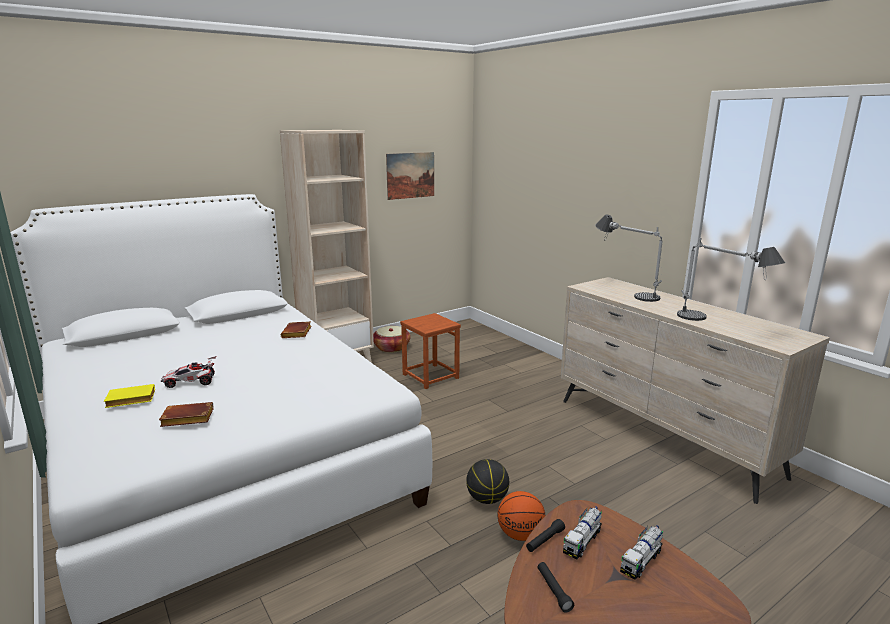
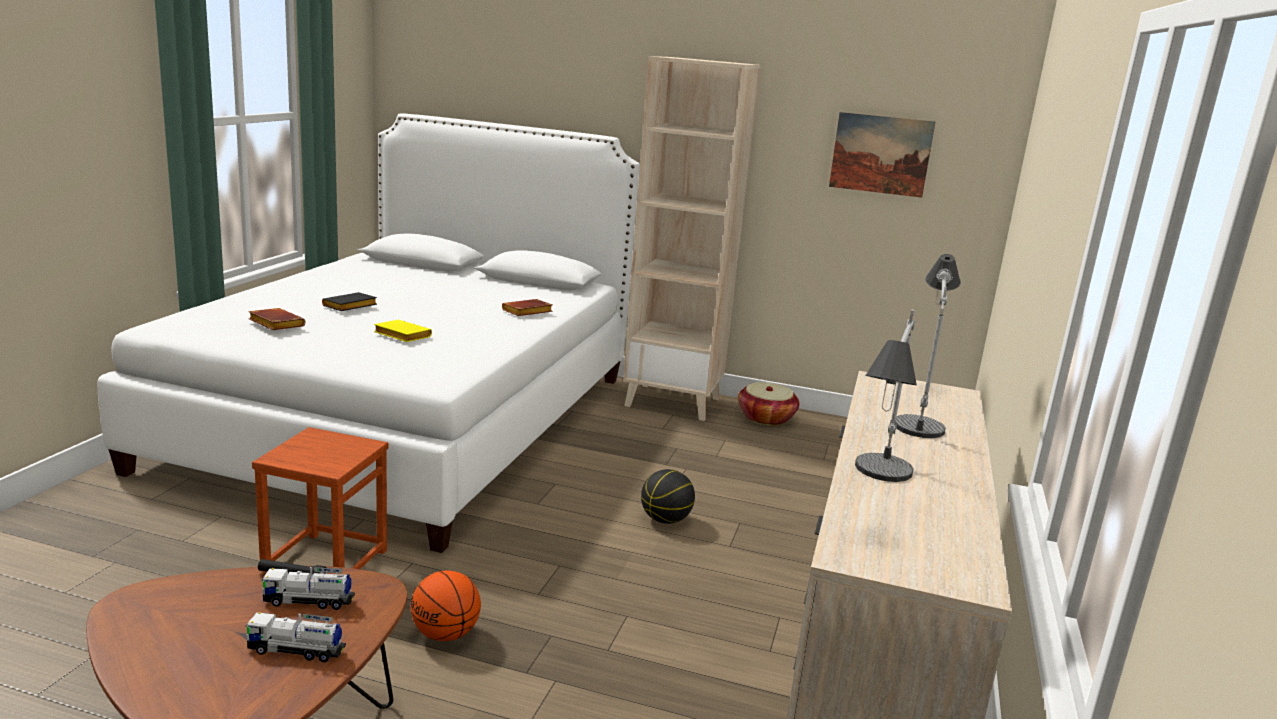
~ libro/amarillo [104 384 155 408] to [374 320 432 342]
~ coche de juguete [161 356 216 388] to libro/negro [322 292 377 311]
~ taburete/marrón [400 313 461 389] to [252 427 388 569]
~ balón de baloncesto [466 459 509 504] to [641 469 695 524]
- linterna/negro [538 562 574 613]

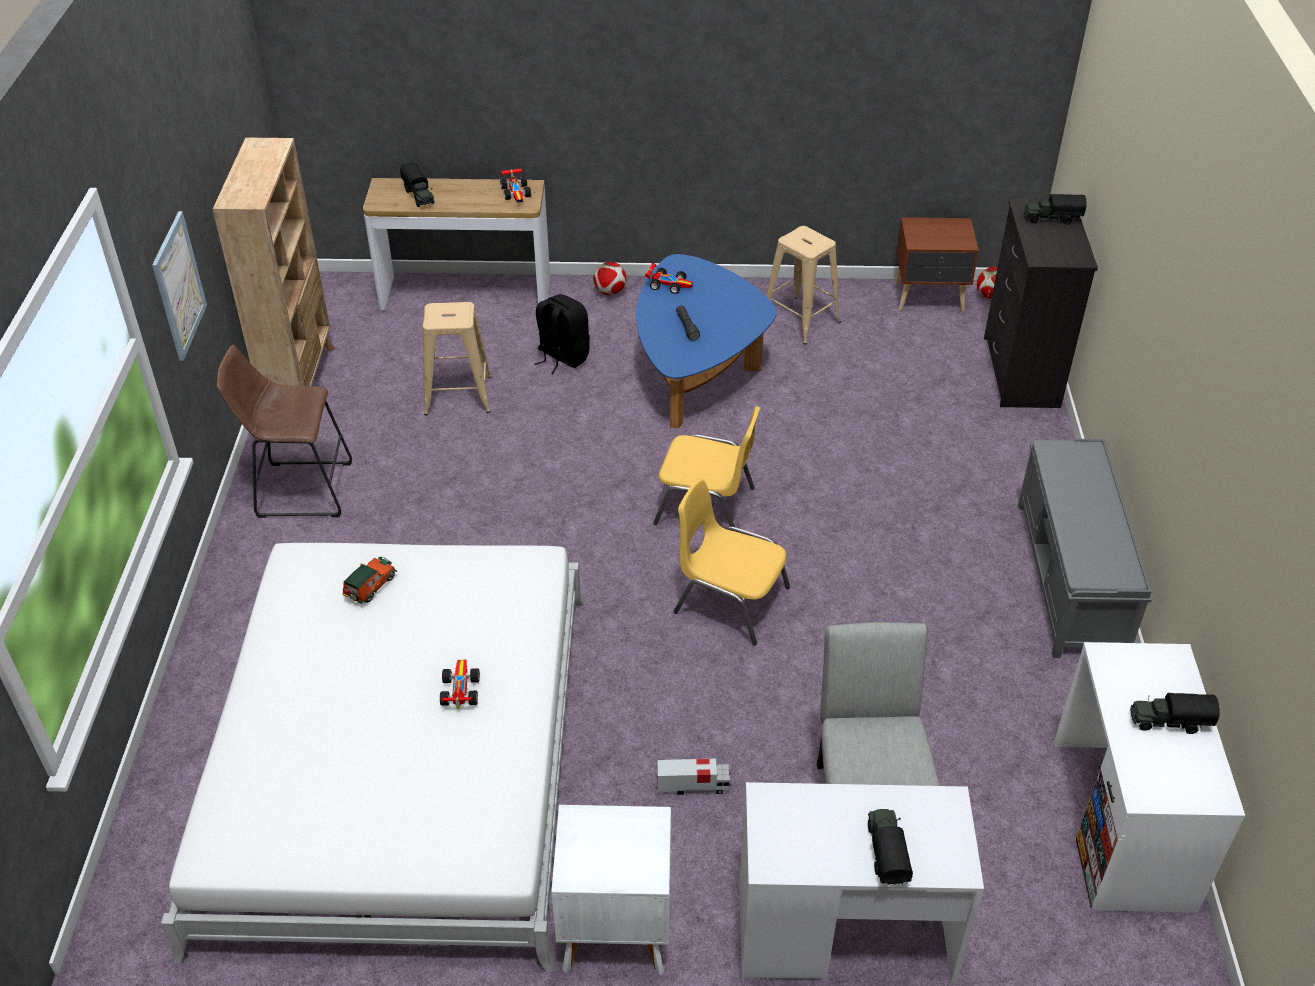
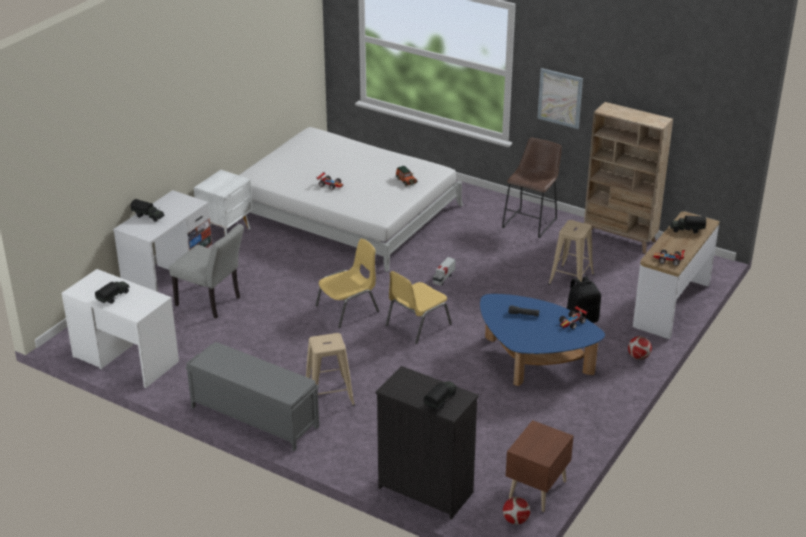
~ camión de juguete [657 759 732 795] to [433 257 456 286]
~ taburete/beis [767 226 841 345] to [306 333 355 406]

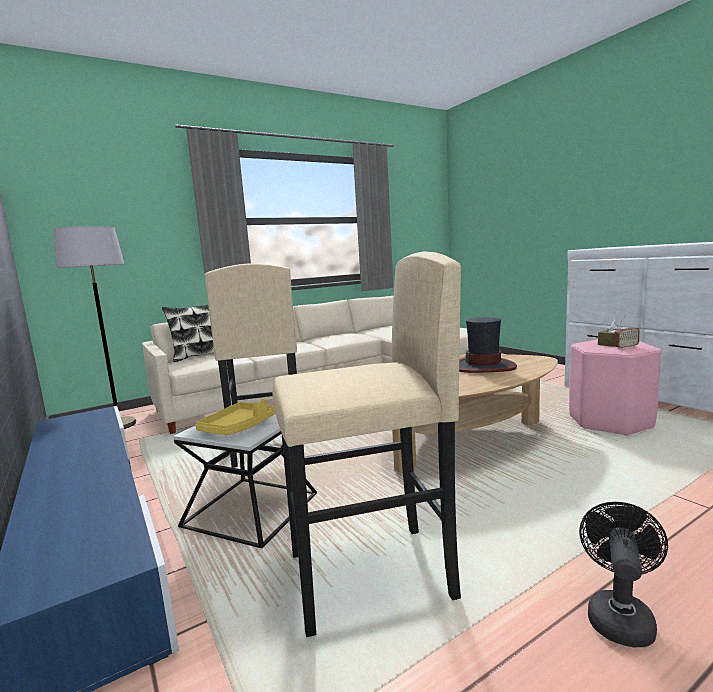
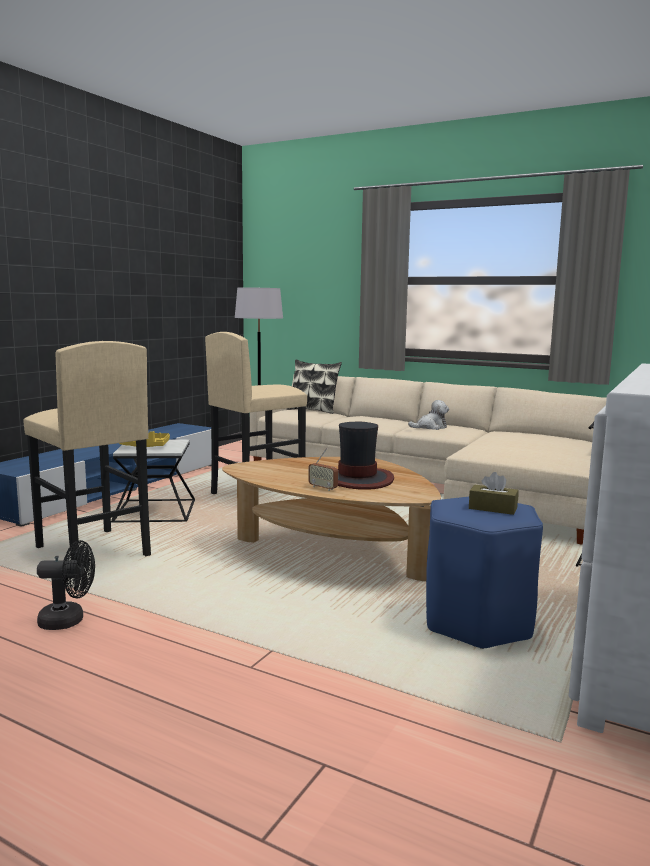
~ taburete/rosa [569 339 661 435] to taburete/azul [426 497 543 649]
~ radio [614 314 640 349] to [308 448 338 491]
+ peluche [408 400 449 430]

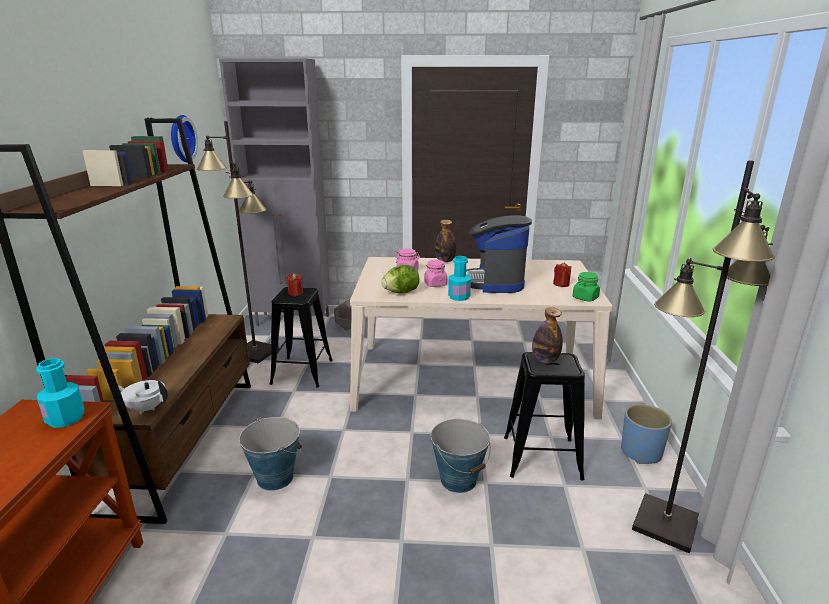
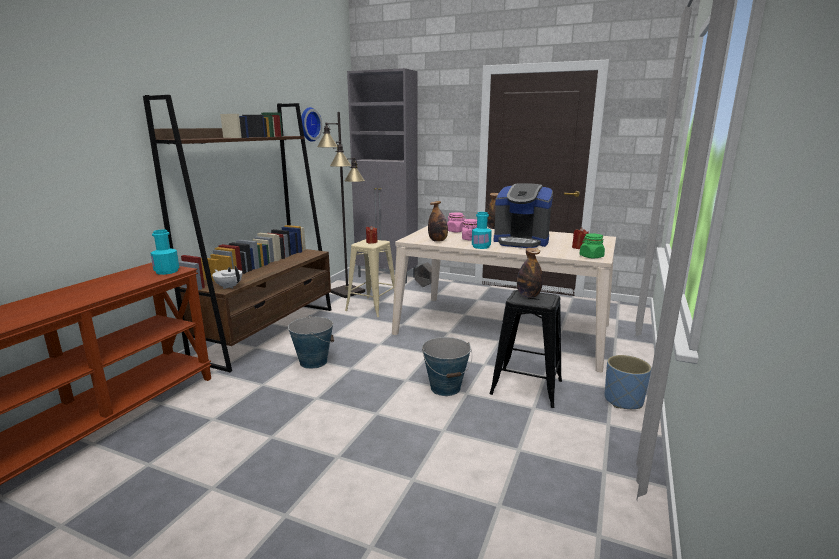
~ taburete/negro [270 287 333 388] to taburete/beis [345 239 395 317]
~ lechuga [381 265 420 293] to botella [428 201 448 242]
~ cafetera [466 215 532 293] = [494 183 553 248] 90 degrees counterclockwise
- lámpara de pie/negro [632 160 775 554]

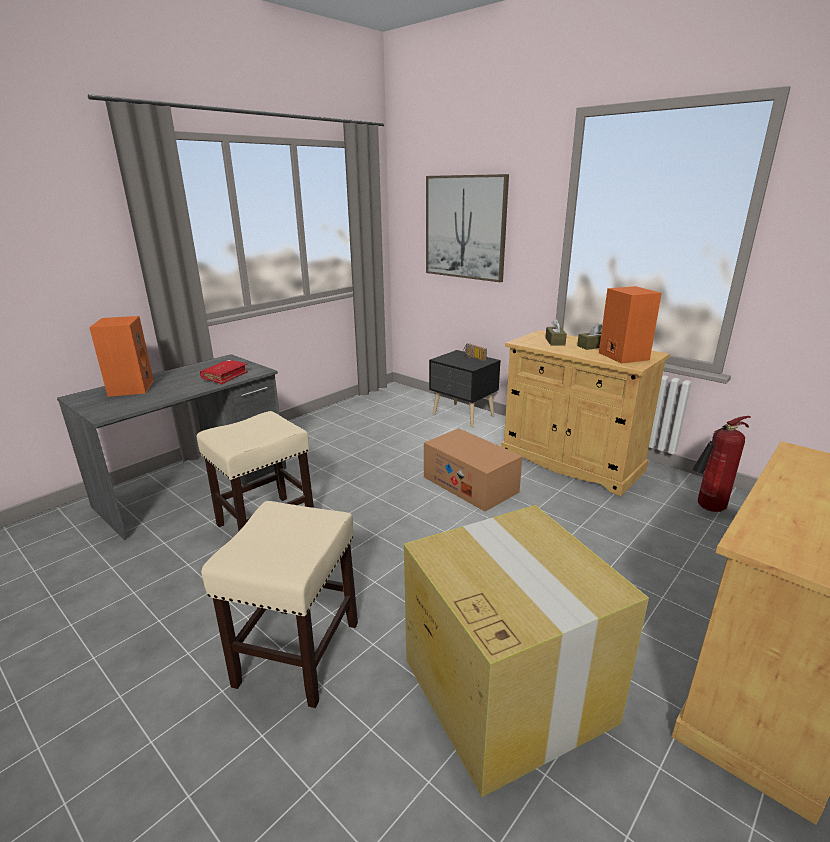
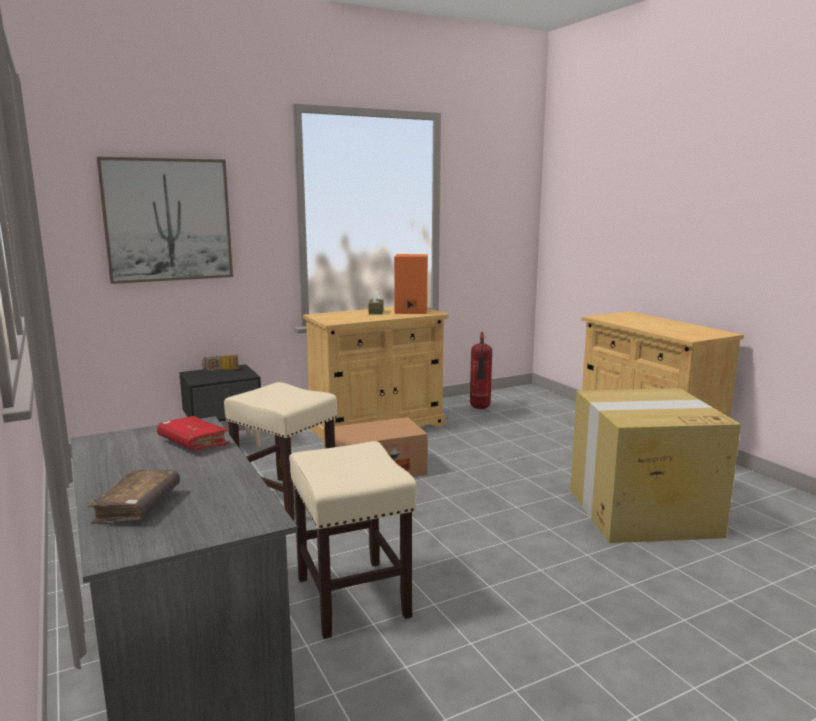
~ altavoz/naranja [89 316 154 397] to libro/marrón [87 470 180 524]
~ taburete/beis [201 501 358 708] to [224 382 337 521]
- caja de pañuelos/marrón [545 319 567 346]

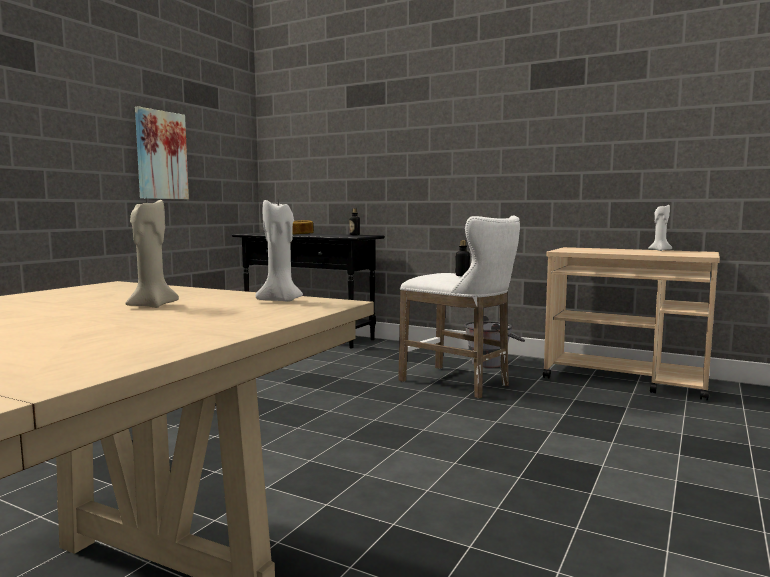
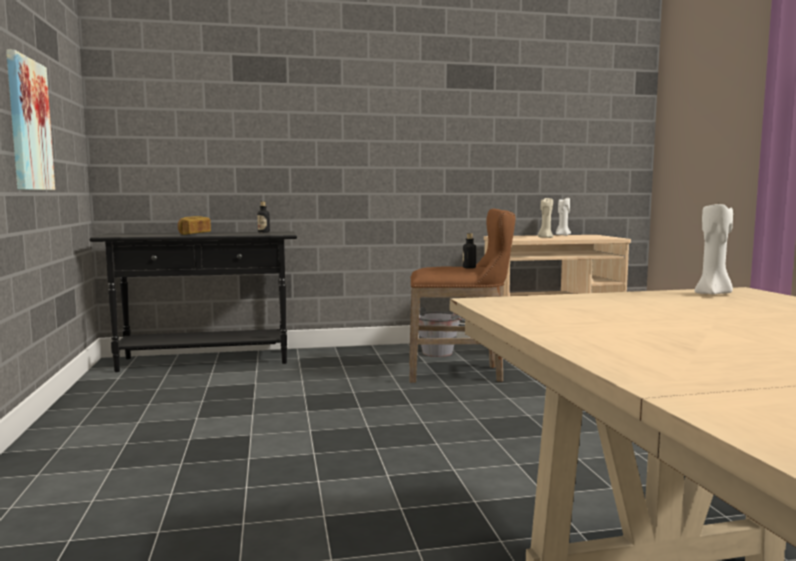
~ vela/beis [126 199 179 308] to [538 198 553 238]
~ taburete/blanco [398 216 520 399] to taburete/marrón [409 209 516 383]

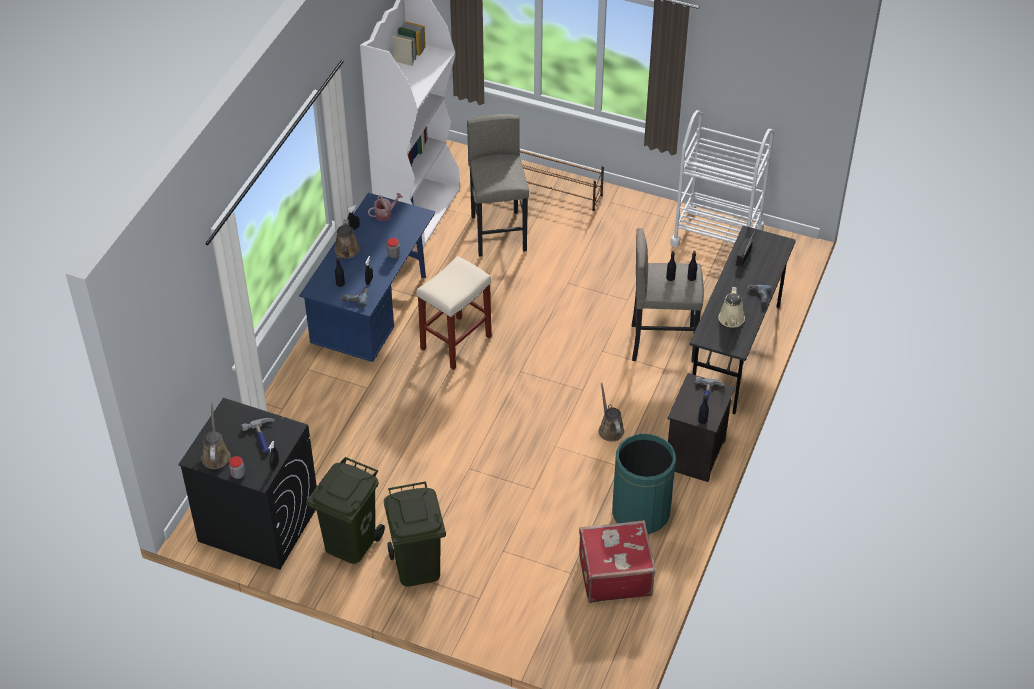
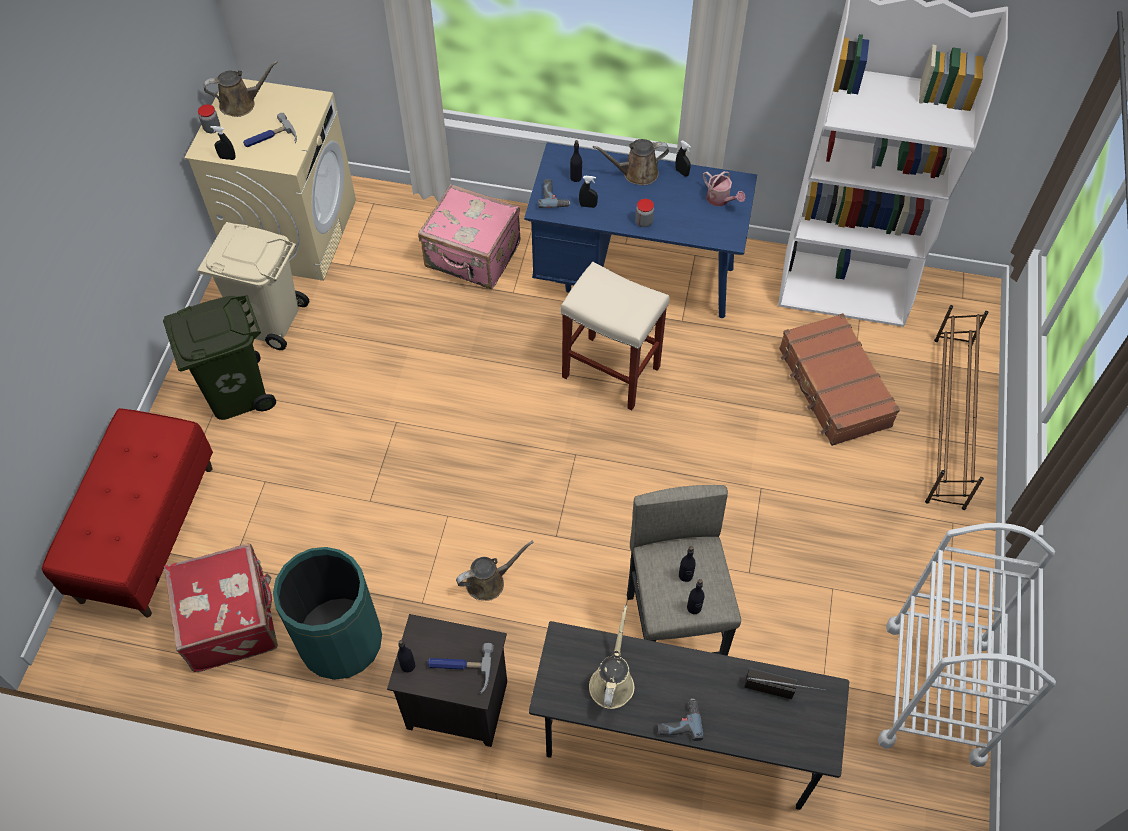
~ lavadora/negro [178 398 317 570] to lavadora/beis [185 79 356 281]
~ papelera/verde [306 457 385 564] to papelera/beis [198 222 309 350]
~ taburete/gris [467 114 529 257] to maleta/marrón [779 313 900 446]
~ regadera/beis [718 287 745 328] = [589 605 634 709] 105 degrees clockwise
+ banco/rojo [42 408 213 617]
+ maleta/rosa [418 184 520 289]

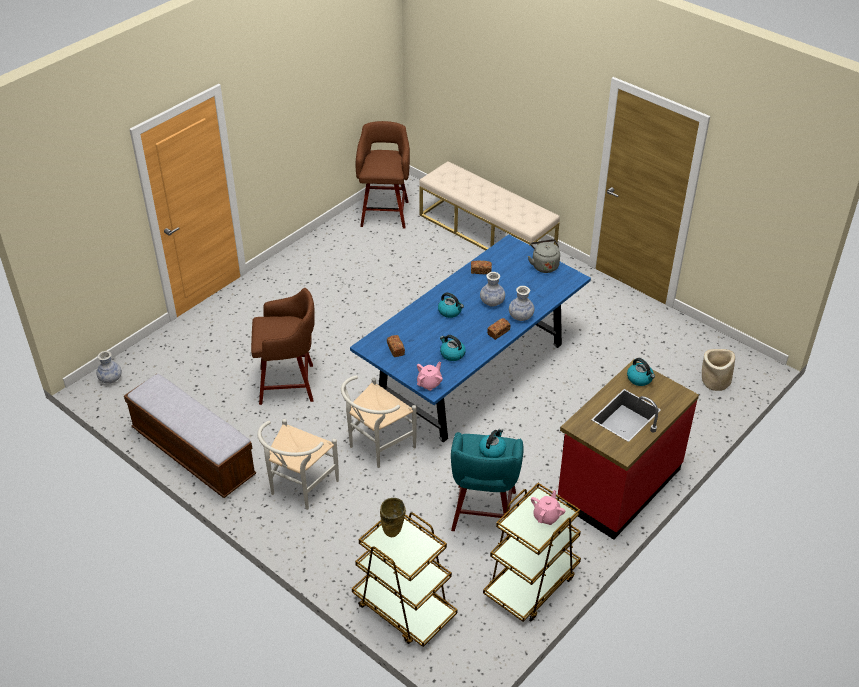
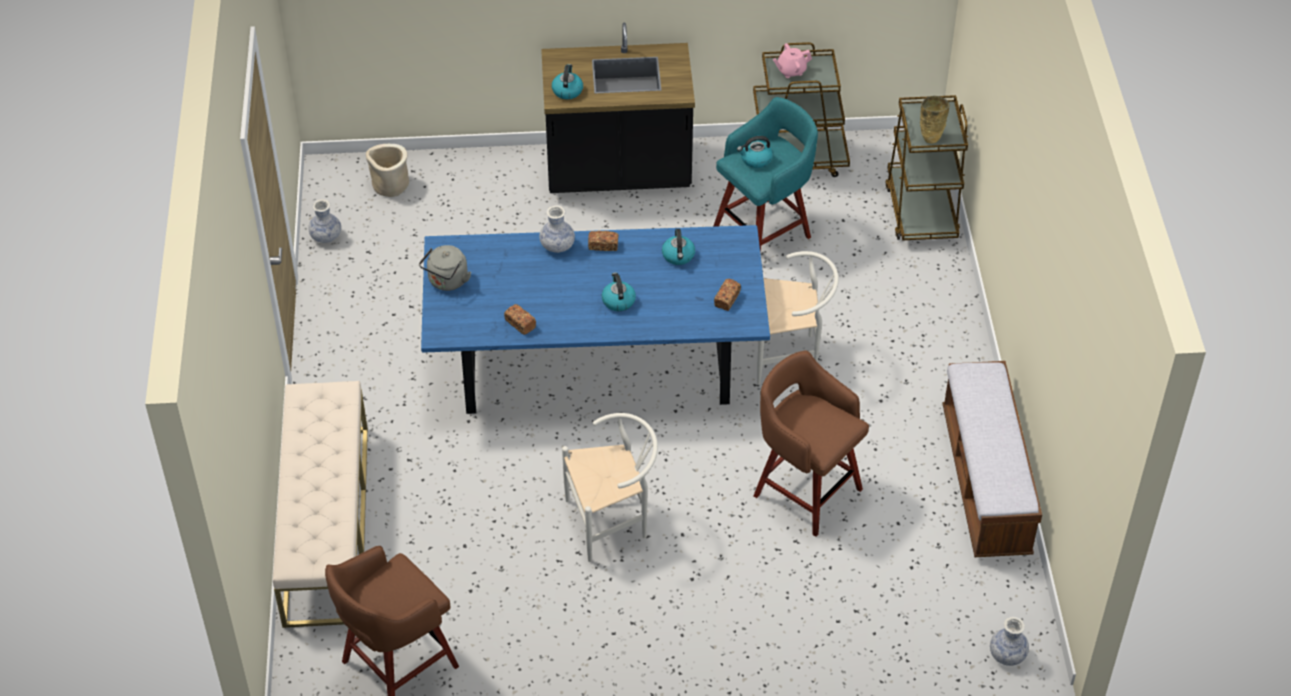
~ silla/blanco [257 419 339 510] to [562 413 658 562]
- tetera/rosa [417 361 443 391]
~ florero [480 272 505 307] to [308 199 341 243]
~ mueble bajo de cocina/rojo [558 359 699 540] to mueble bajo de cocina/negro [541 22 695 193]

